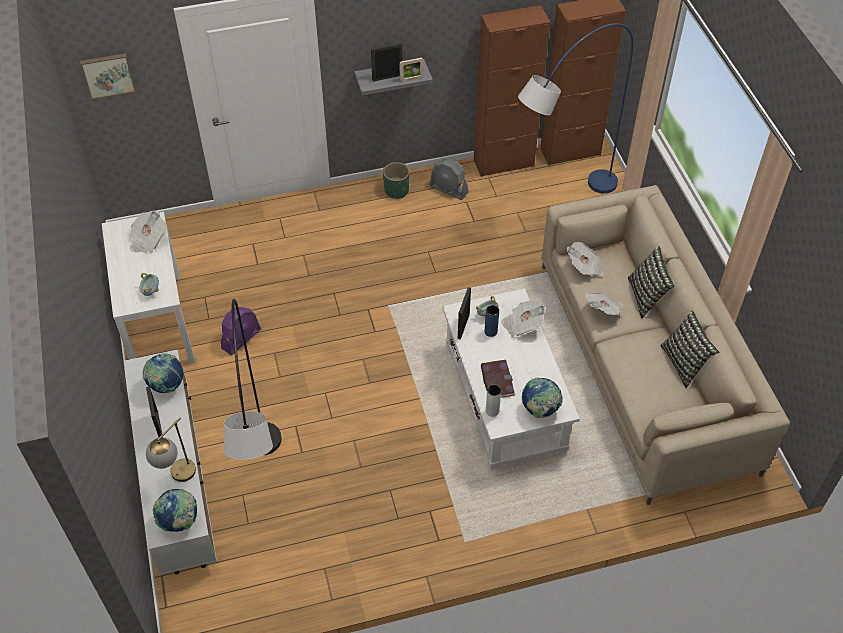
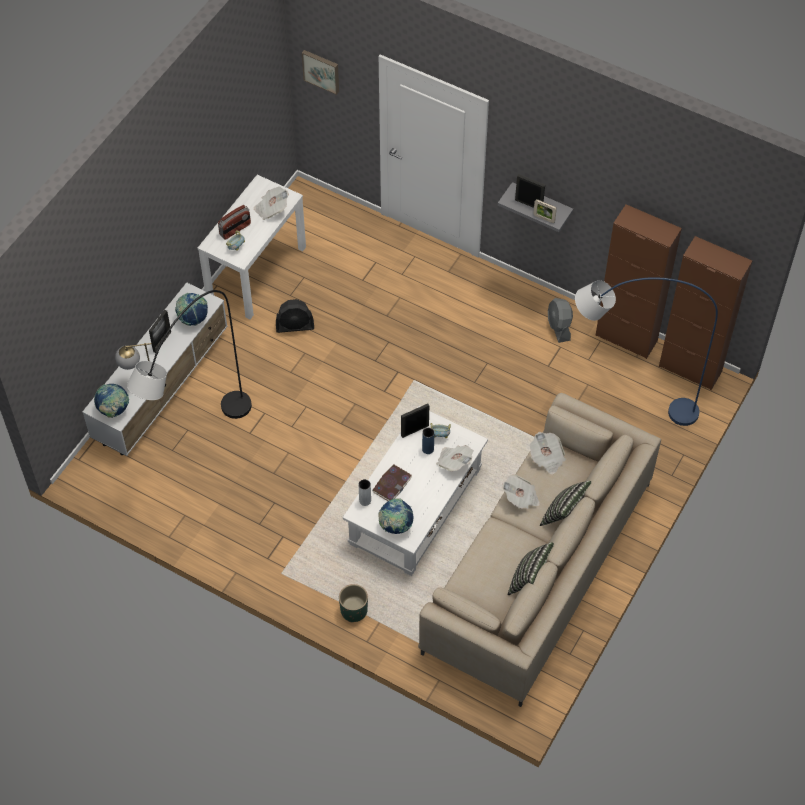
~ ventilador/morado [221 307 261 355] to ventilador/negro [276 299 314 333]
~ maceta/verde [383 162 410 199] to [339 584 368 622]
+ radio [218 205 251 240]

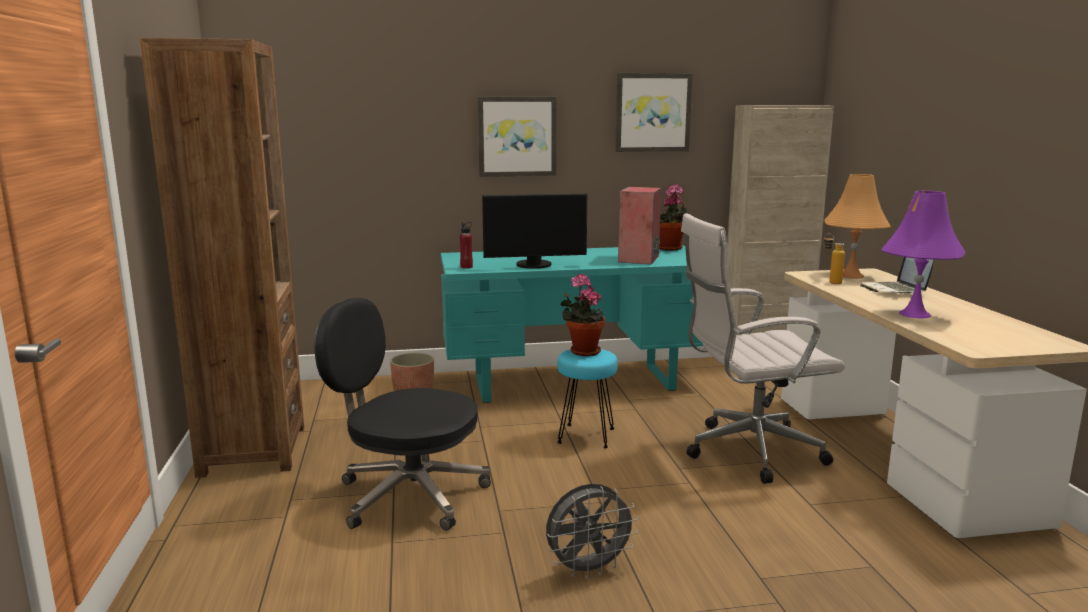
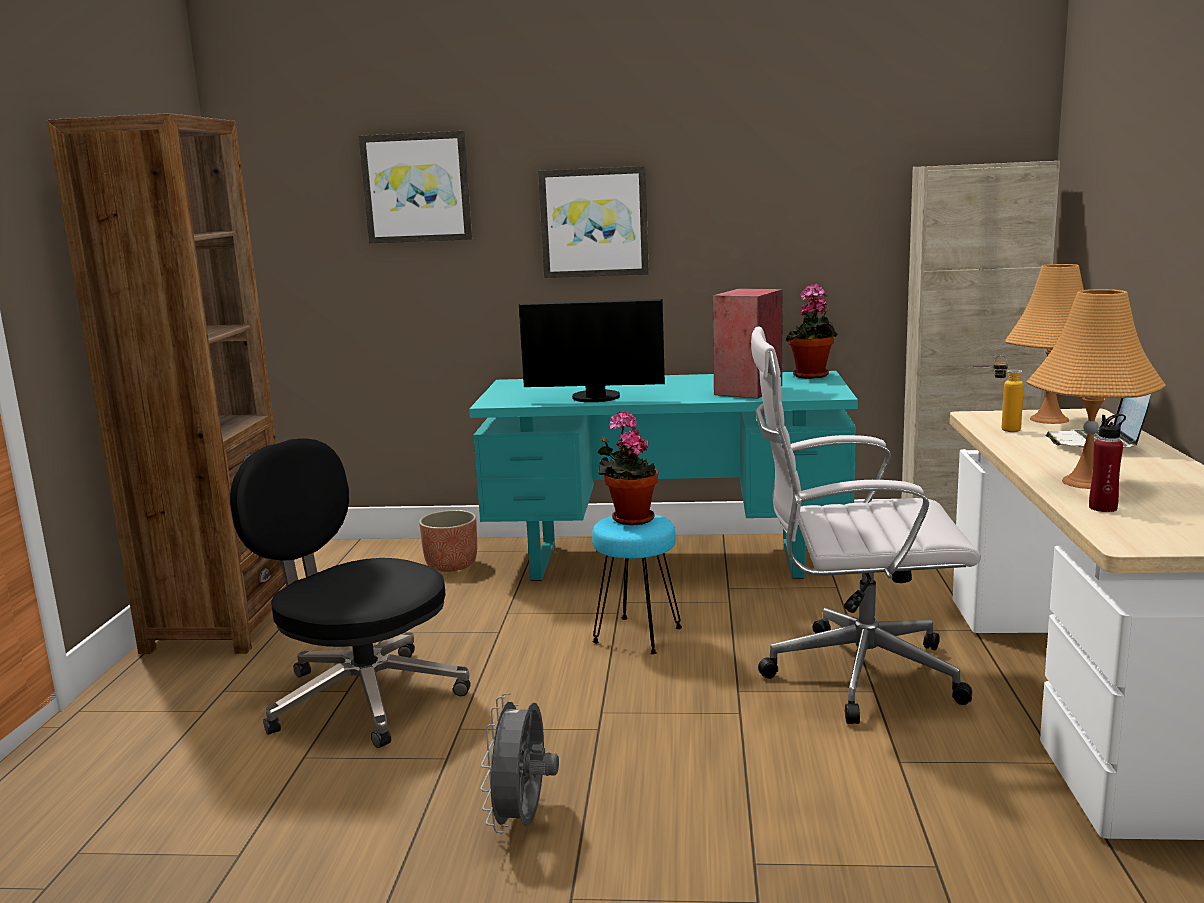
~ botella/rojo [460 222 473 269] to [1089 414 1126 512]
~ ventilador/gris [546 484 639 579] = [481 693 559 833] 105 degrees clockwise
~ cuadro [615 73 693 152] to [359 131 472 243]
~ lámpara de mesa/morado [881 191 965 318] to lámpara de mesa/naranja [1027 289 1166 489]

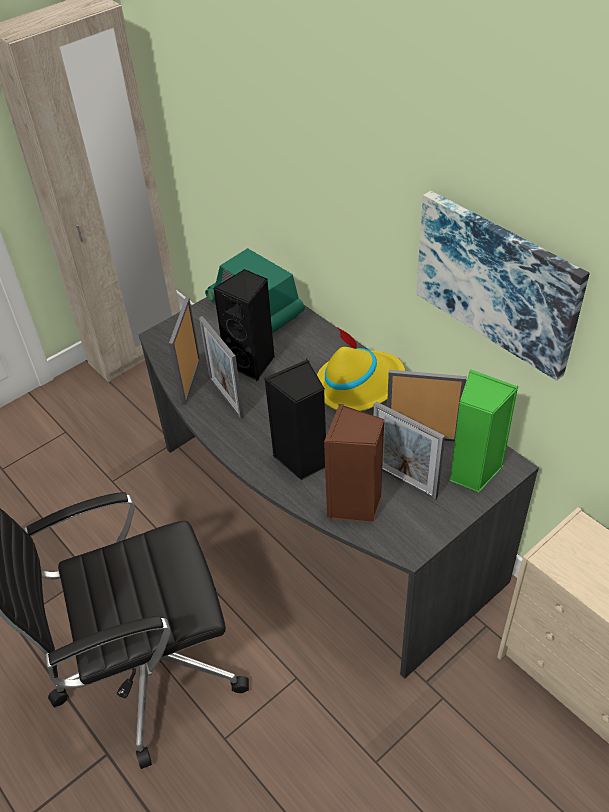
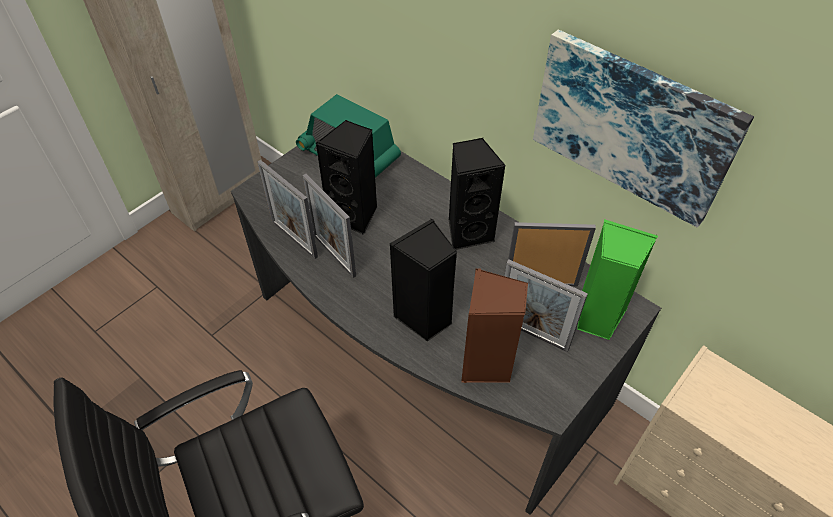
~ portarretratos [169 297 200 405] = [257 160 318 259] 45 degrees counterclockwise
~ sombrero/amarillo [317 327 405 411] to altavoz/negro [449 138 506 250]

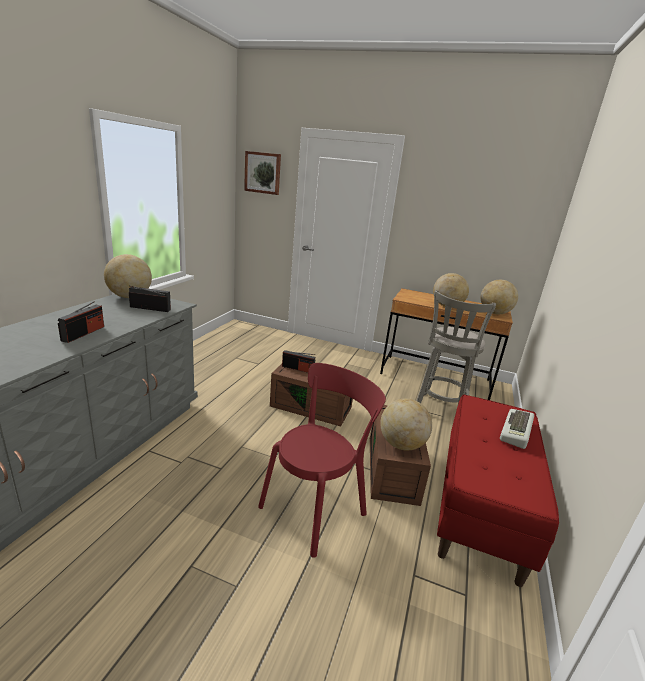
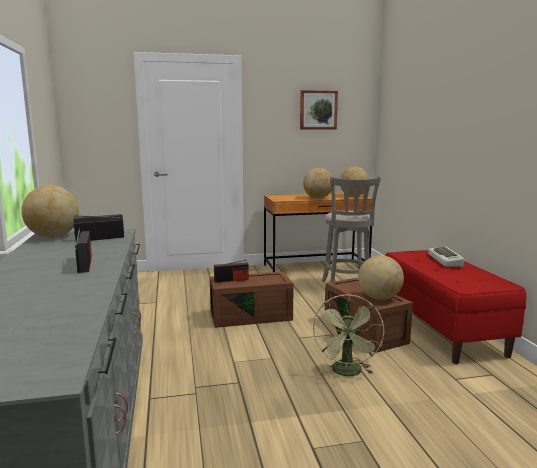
~ cuadro [244 151 281 195] to [300 90 338 129]
~ silla/rojo [258 363 386 558] to ventilador/verde [313 294 384 376]

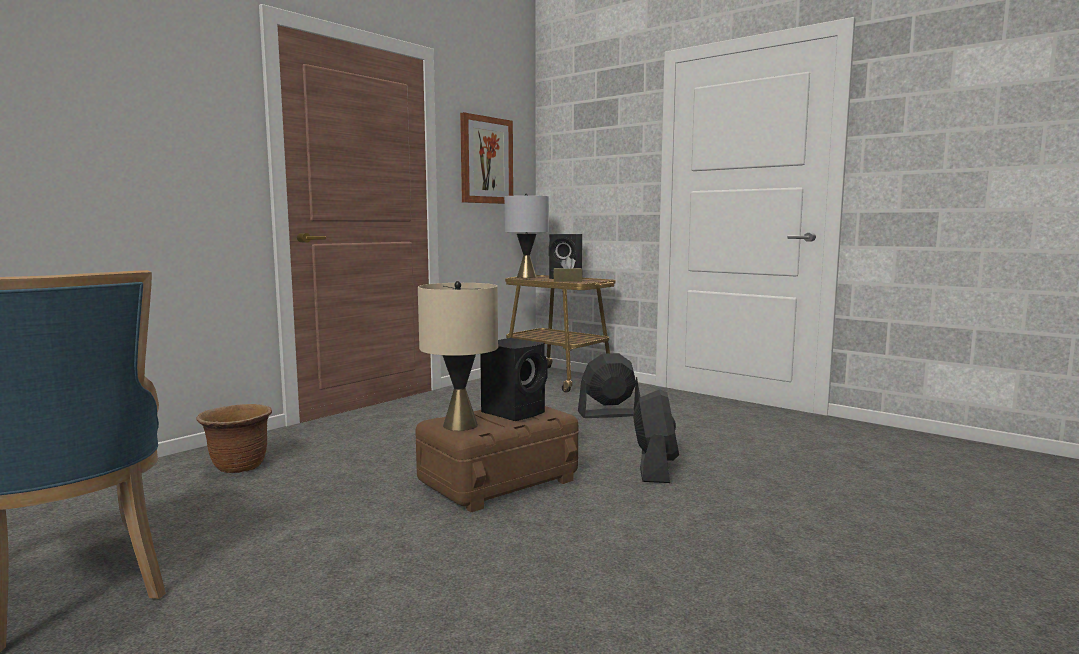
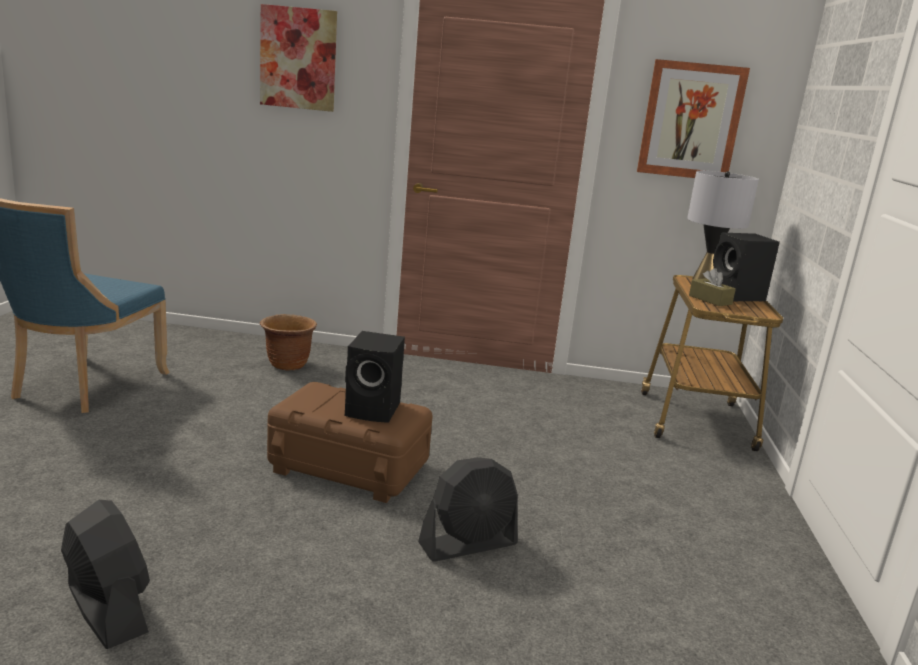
- lámpara de mesa/beis [418 281 498 431]
~ ventilador/negro [578 353 640 418] to [61 500 150 649]
+ cuadro [260 4 337 112]

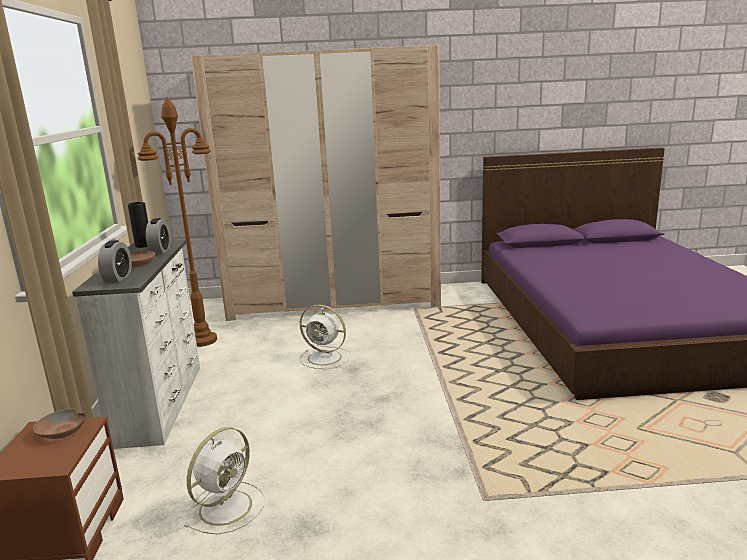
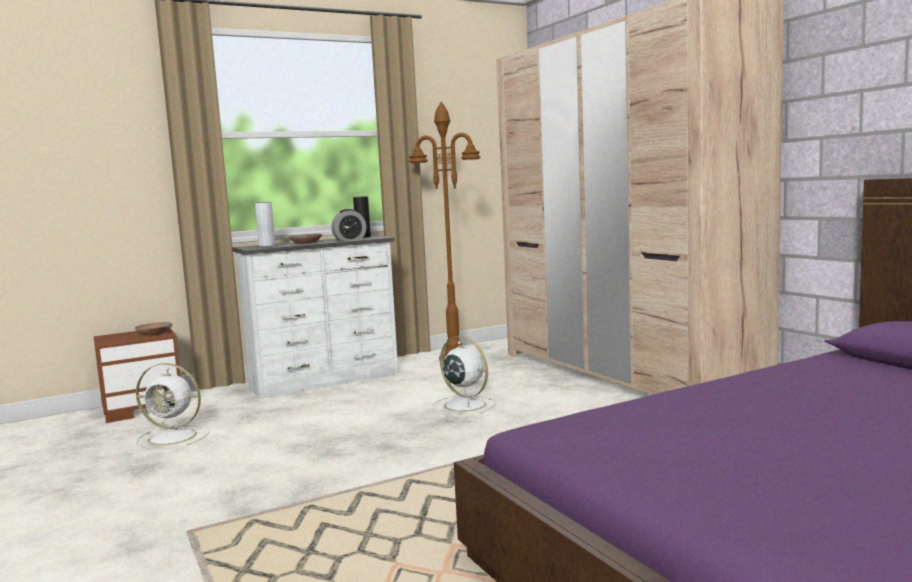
~ despertador [98 240 132 282] to florero/gris [255 202 275 247]
~ ventilador/blanco [300 304 351 369] = [432 336 496 414] 135 degrees clockwise

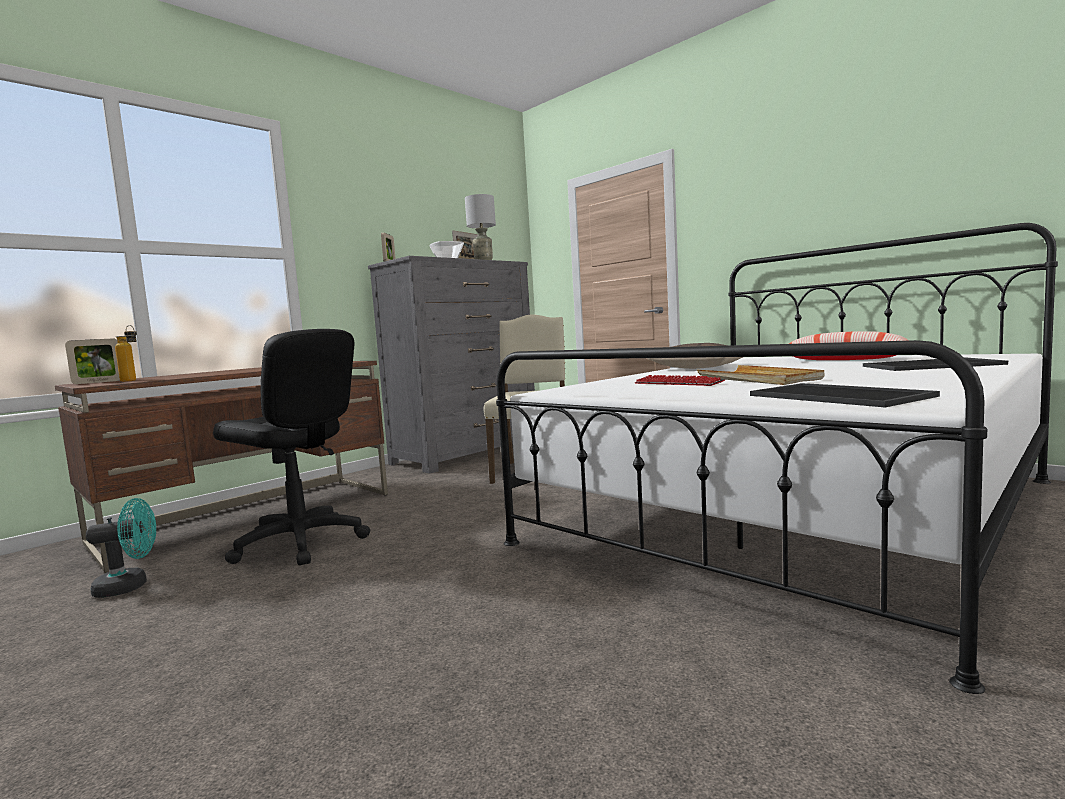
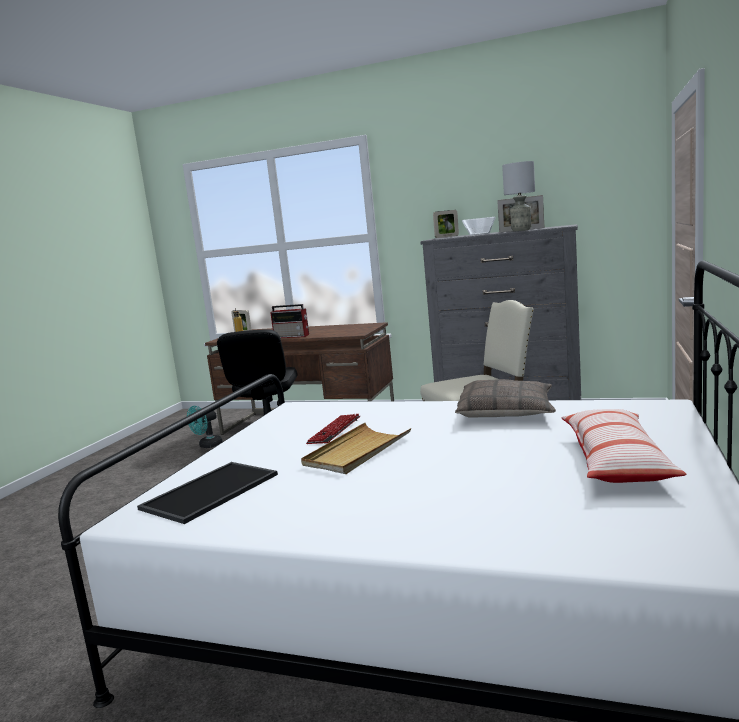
~ ventilador/turquesa [86 498 156 598] = [187 406 223 448] 90 degrees clockwise
- bandeja [863 357 1008 371]
+ radio [270 304 309 338]

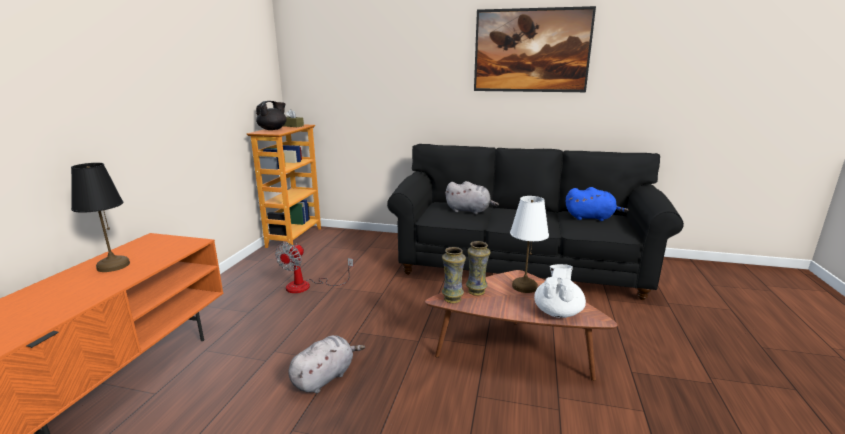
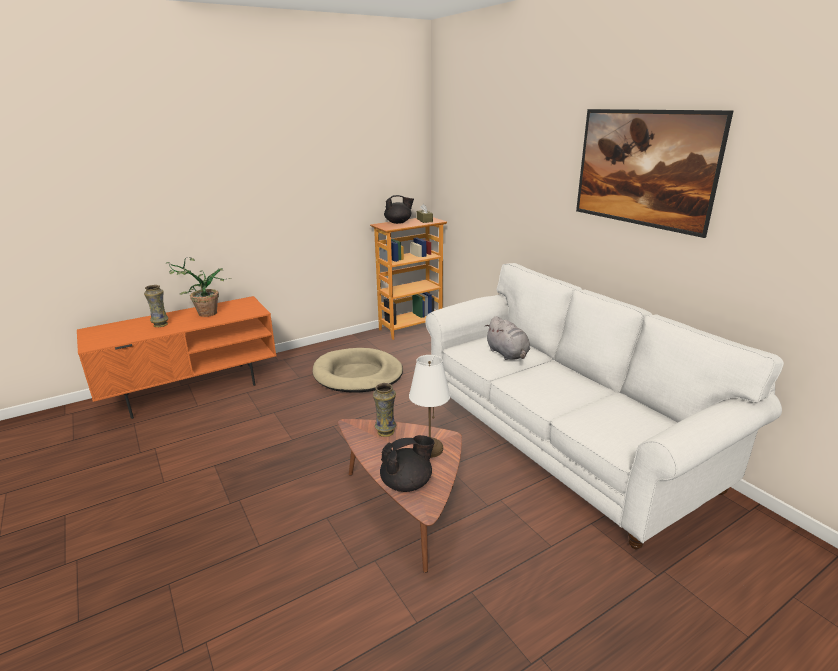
~ lámpara de mesa/negro [71 163 130 272] to planta en maceta [166 257 231 317]
~ ventilador [275 243 354 293] to cama para perro/beis [313 348 403 393]
- peluche/gris [289 335 365 393]
~ sofá/negro [387 144 684 300] to sofá/blanco [425 263 784 549]
~ florero [442 247 466 303] to [144 285 169 327]
~ tetera/blanco [534 264 586 318] to tetera/negro [380 435 435 492]
- peluche/azul [566 187 628 221]

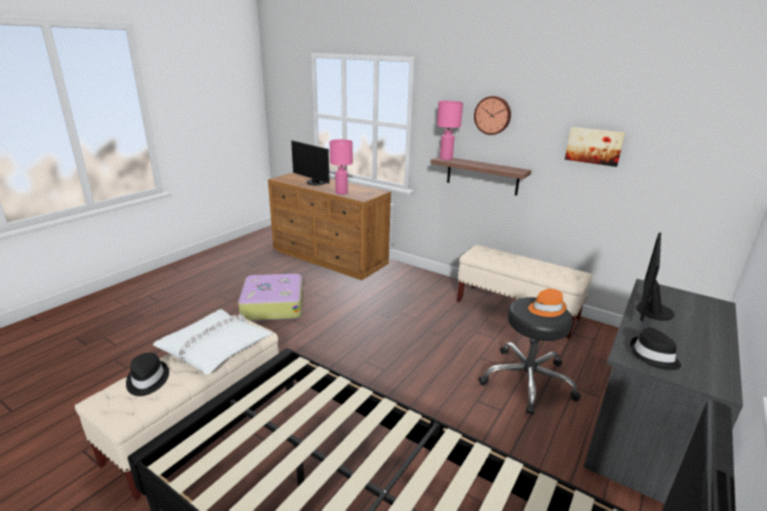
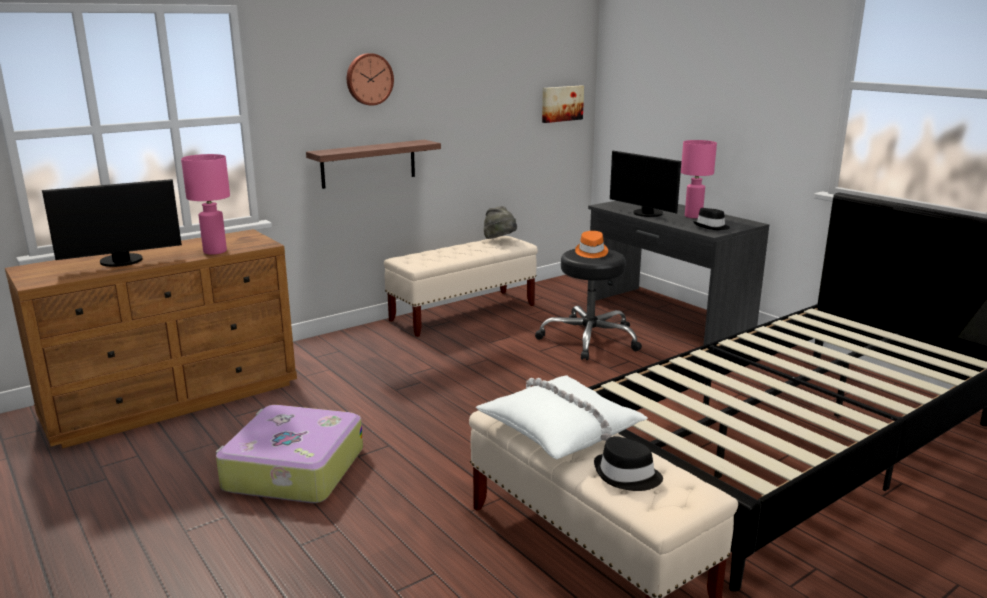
~ lámpara de mesa/rosa [437 101 463 160] to [681 140 717 218]
~ cuadro [565 127 625 167] to [542 86 584 123]
+ sombrero/gris [484 206 517 239]

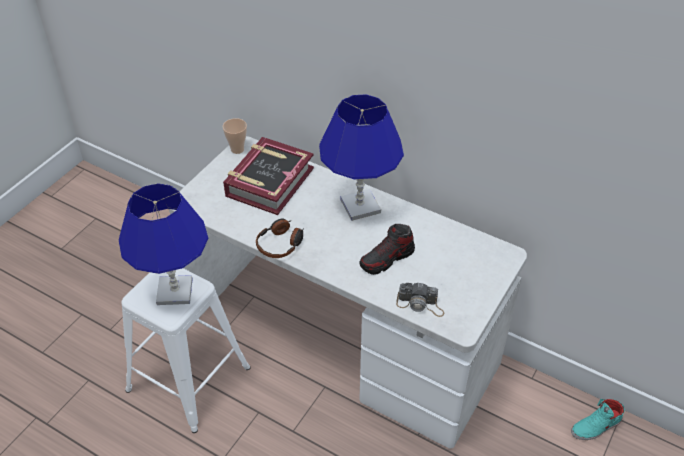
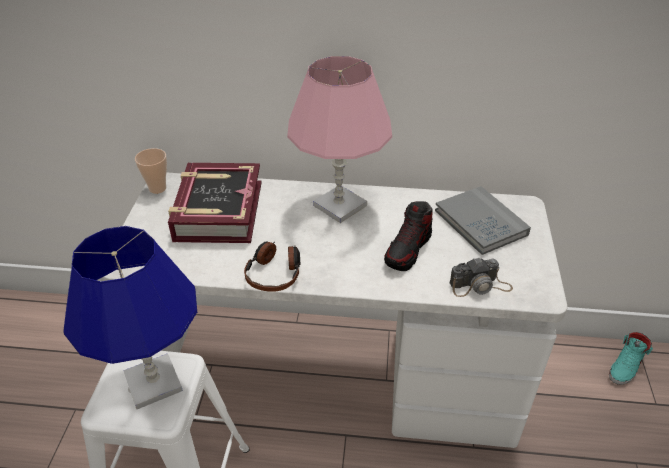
~ lámpara de mesa/azul [319 94 404 221] to lámpara de mesa/rosa [287 56 392 223]
+ libro/gris [435 186 531 255]

